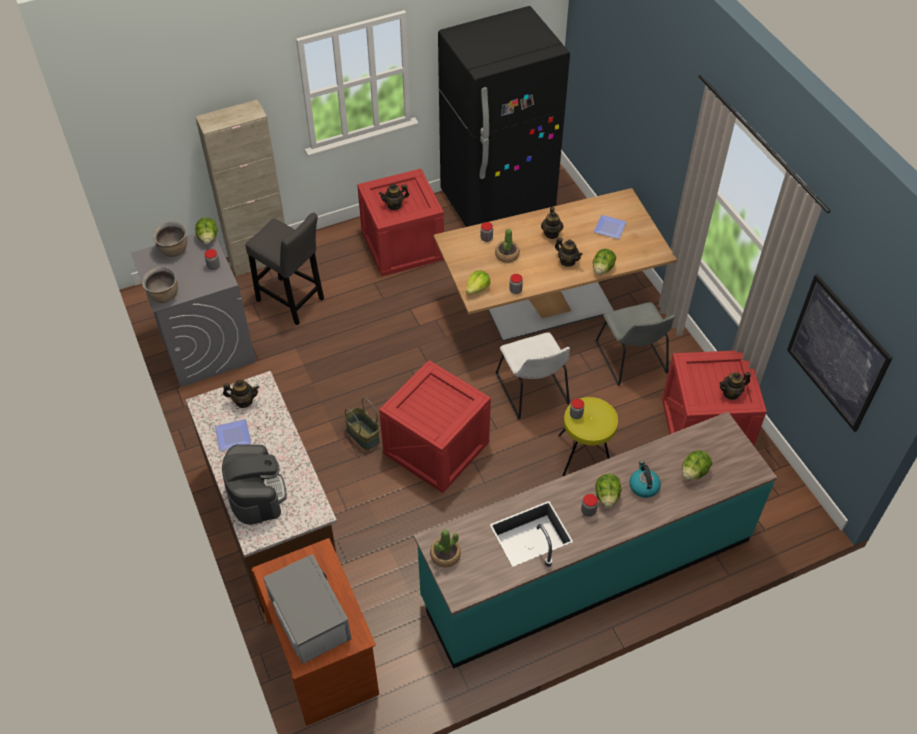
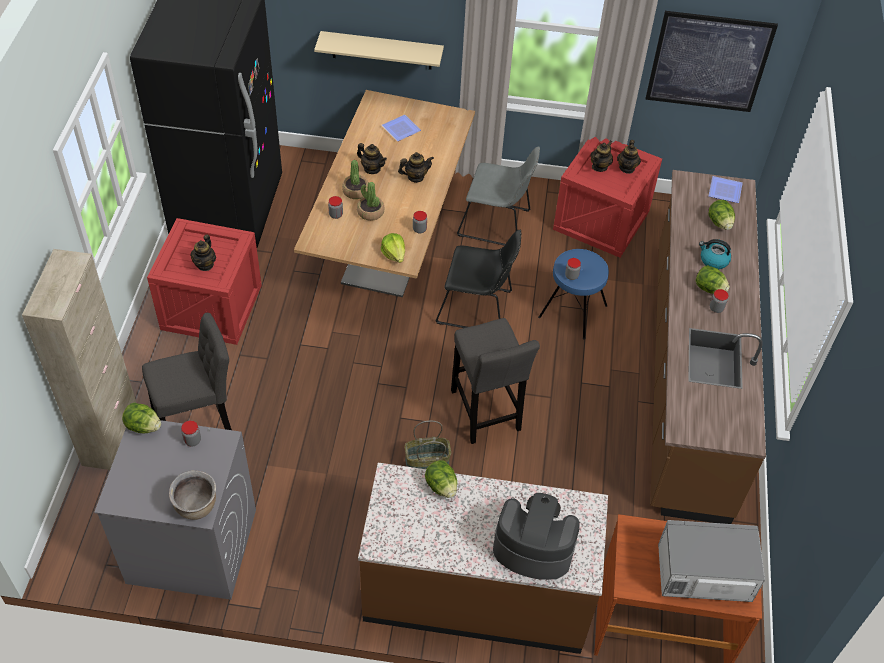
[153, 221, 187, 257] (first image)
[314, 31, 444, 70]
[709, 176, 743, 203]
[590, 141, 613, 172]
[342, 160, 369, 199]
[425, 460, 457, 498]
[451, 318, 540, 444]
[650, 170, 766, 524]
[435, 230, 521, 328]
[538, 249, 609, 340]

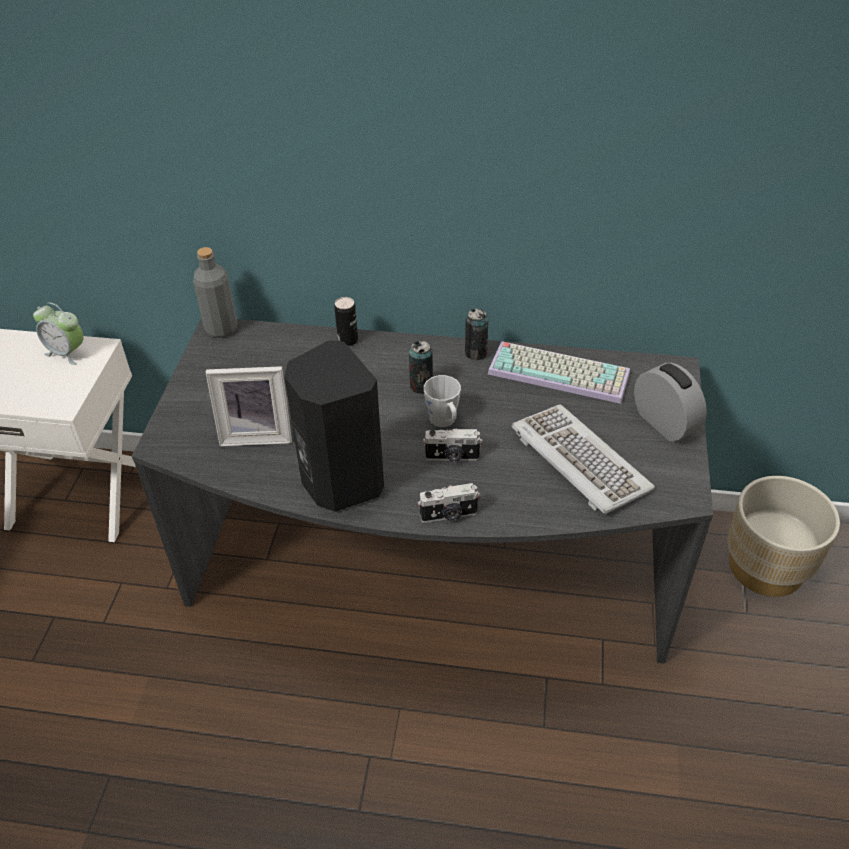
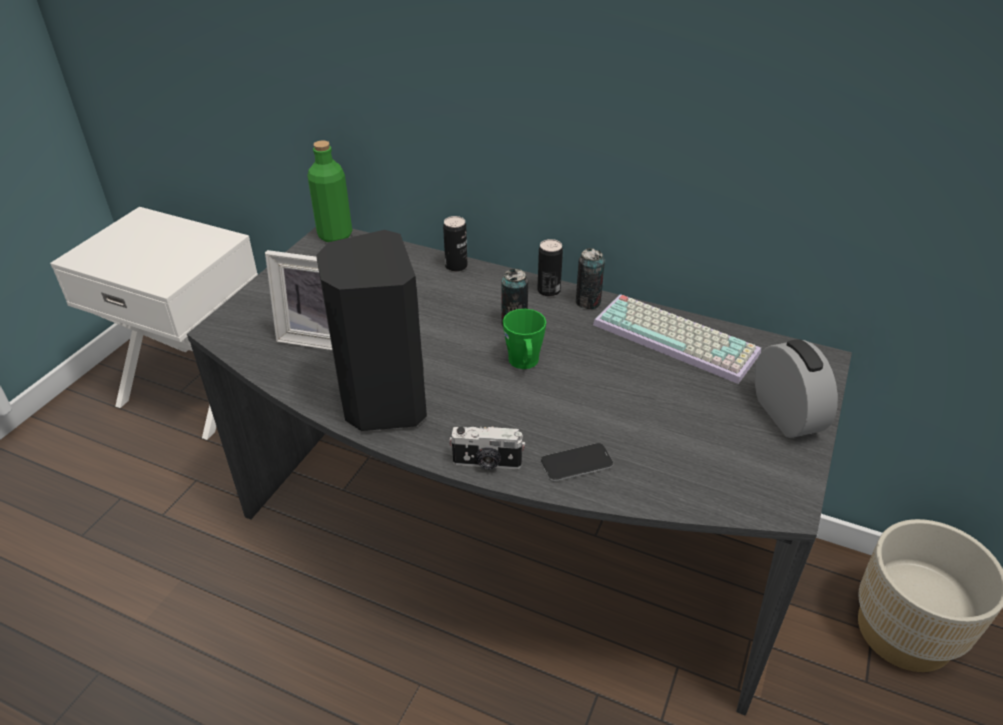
[33, 302, 84, 365] (first image)
[423, 429, 482, 462] (first image)
[512, 404, 655, 514] (first image)
[537, 239, 563, 297]
[541, 443, 614, 481]
[307, 140, 352, 242]
[503, 309, 546, 369]

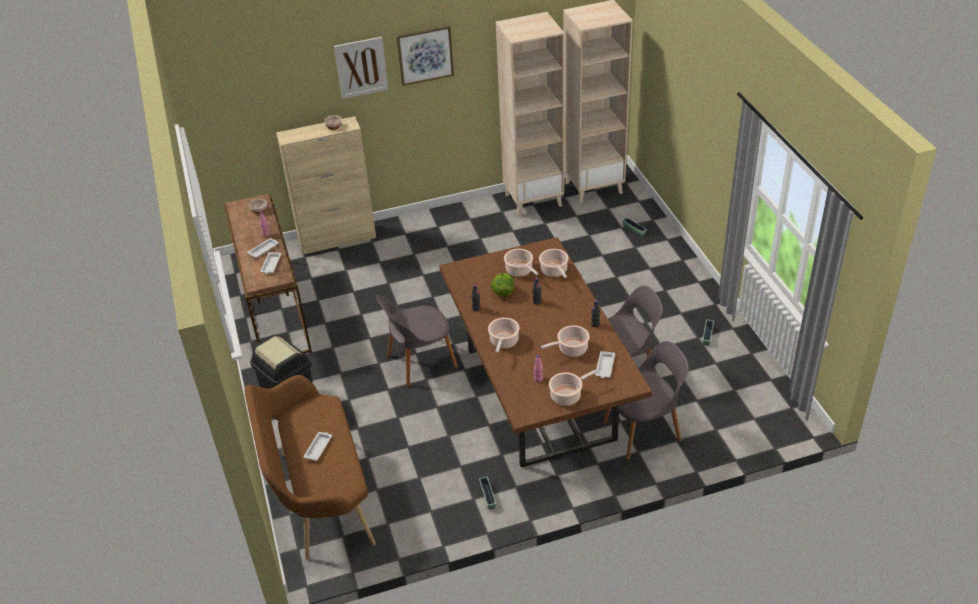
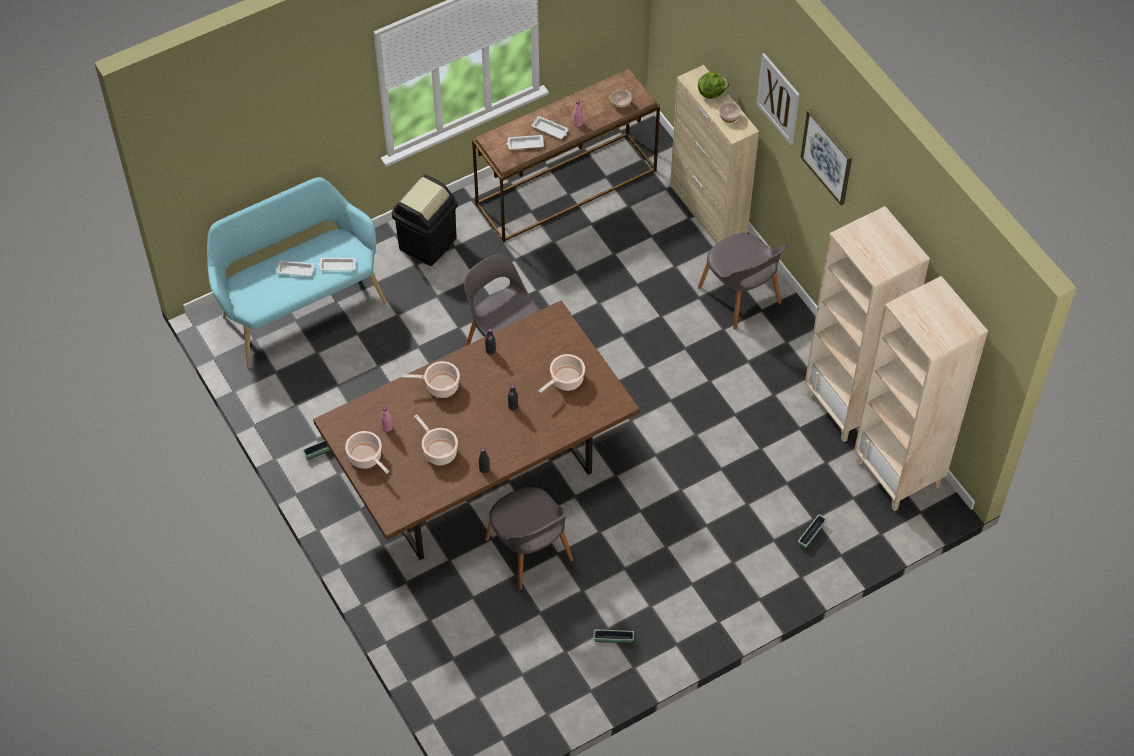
[539, 249, 569, 278] (first image)
[698, 72, 729, 99]
[318, 258, 356, 271]
[698, 233, 788, 329]
[207, 177, 387, 368]

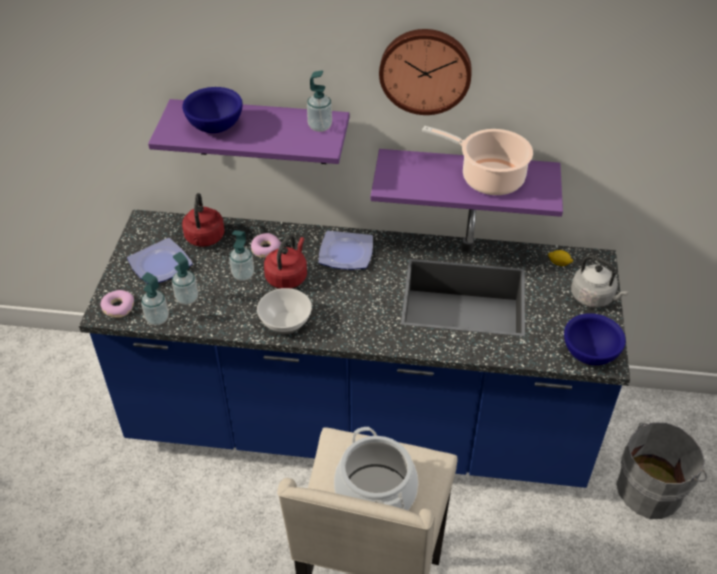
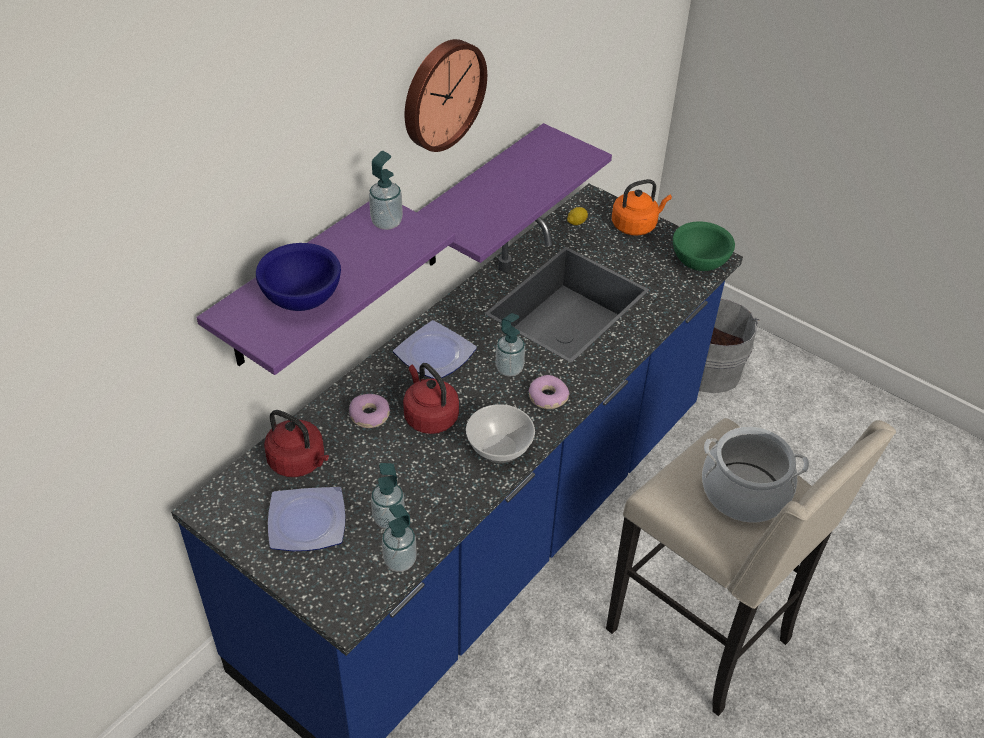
[422, 126, 533, 195] (first image)
[529, 375, 569, 409]
[496, 313, 525, 377]
[673, 221, 735, 271]
[612, 179, 672, 236]

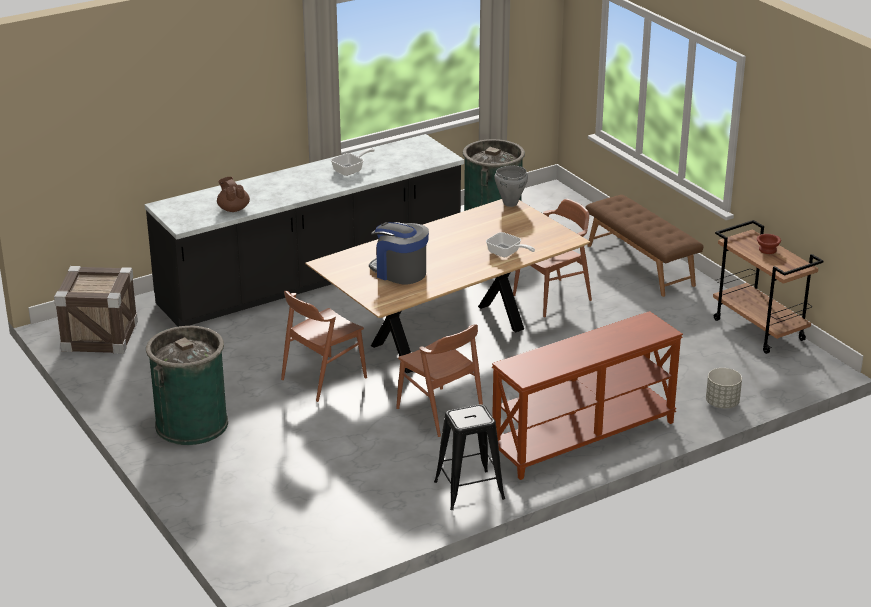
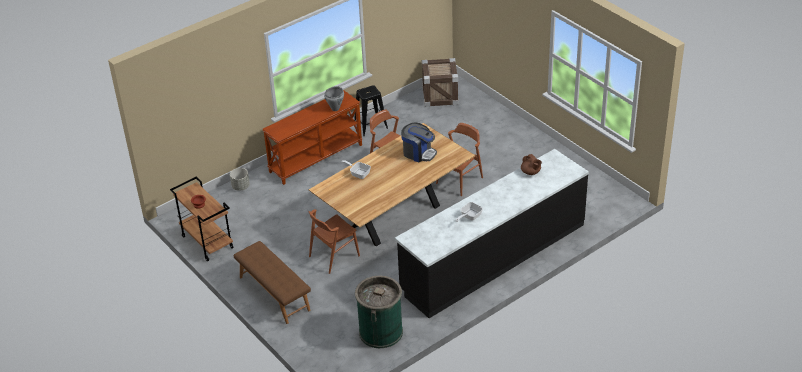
[146, 326, 228, 445] (first image)
[422, 58, 458, 107]
[324, 86, 344, 111]

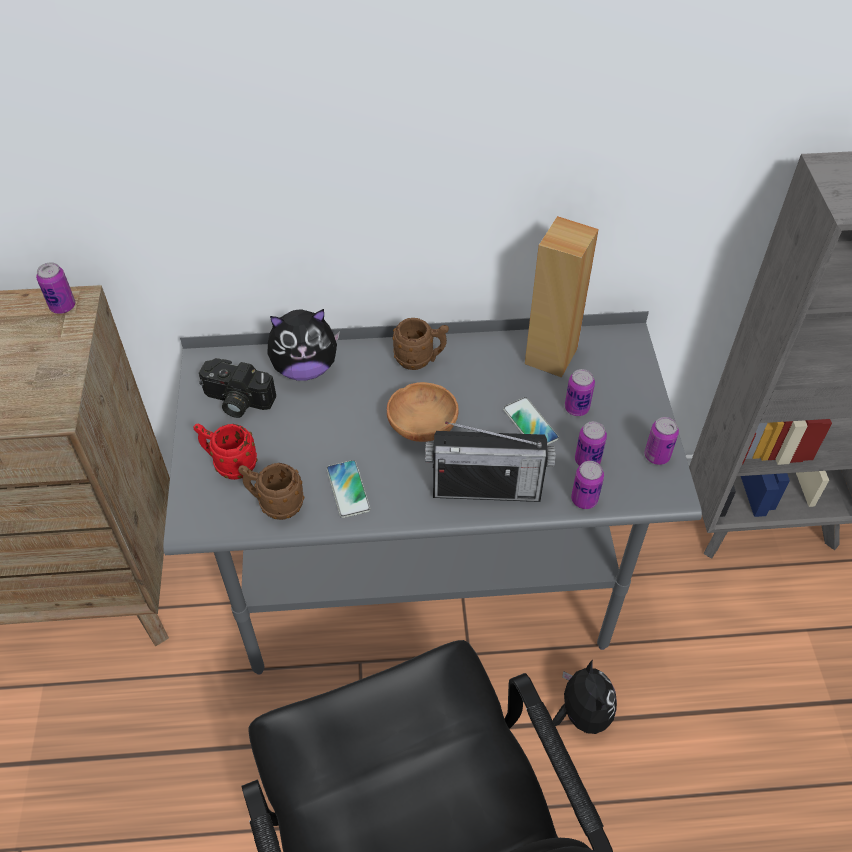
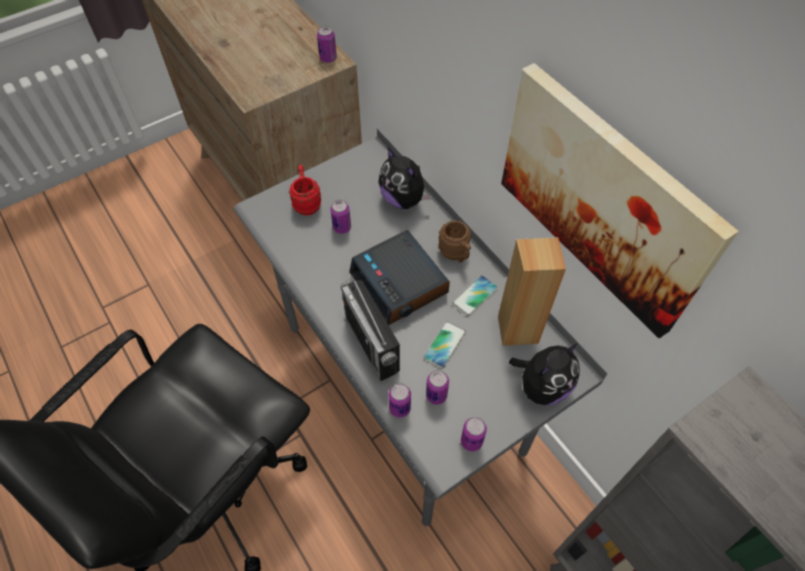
[199, 358, 276, 418] (first image)
[238, 463, 304, 520] (first image)
[501, 63, 739, 338]
[452, 275, 498, 316]
[509, 343, 580, 405]
[330, 200, 351, 234]
[349, 230, 450, 325]

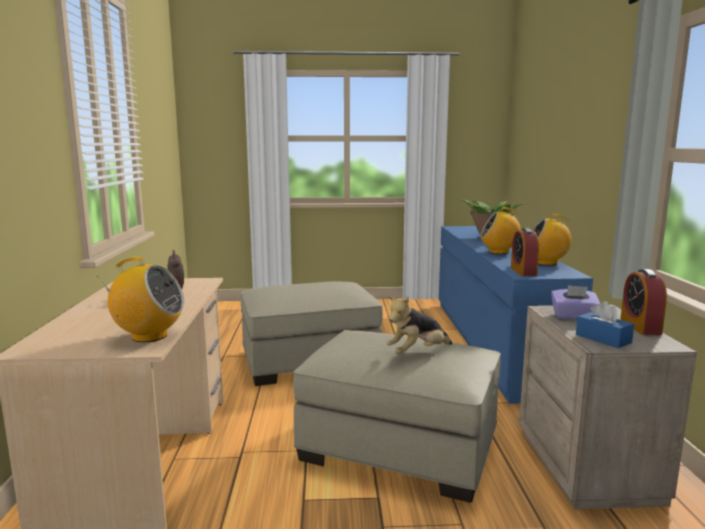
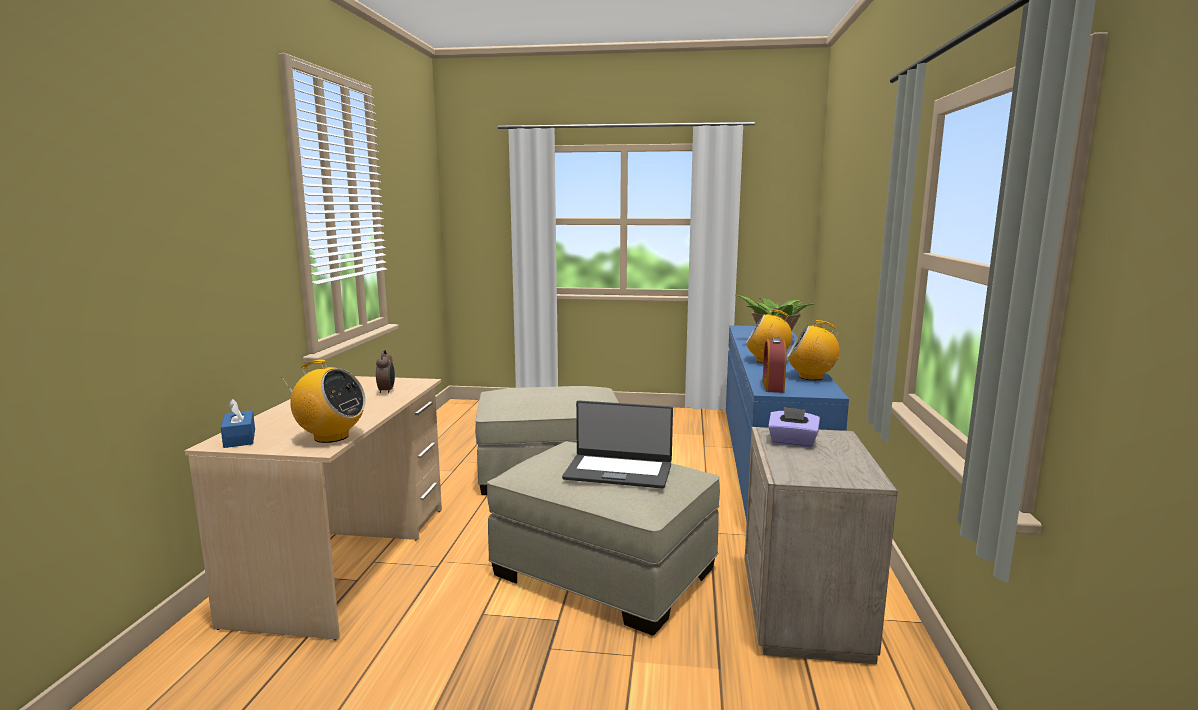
[620, 269, 667, 335] (first image)
[221, 399, 255, 448]
[562, 401, 673, 488]

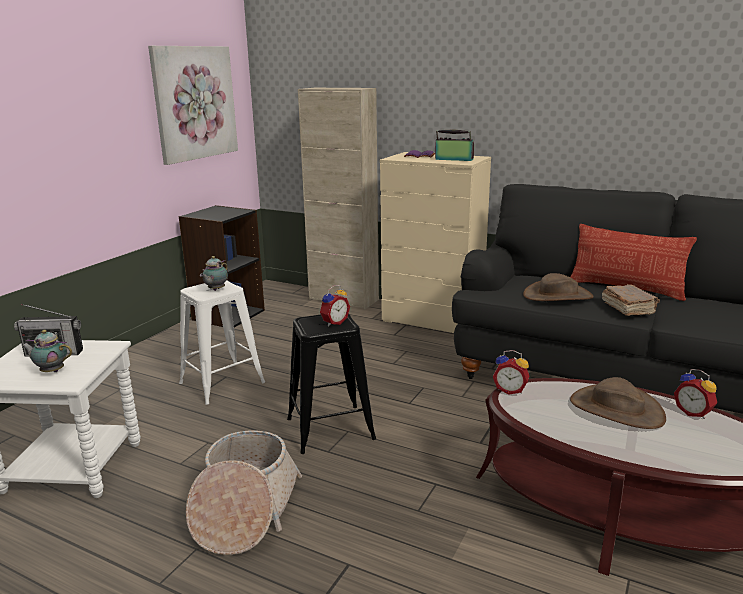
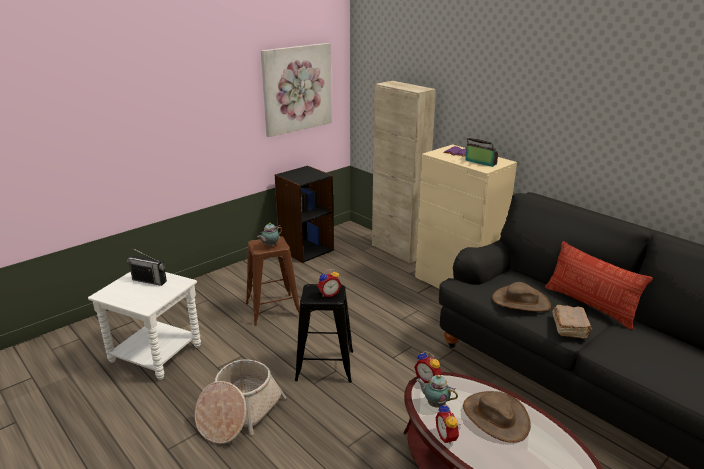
[417, 375, 458, 408]
[436, 403, 461, 445]
[246, 236, 300, 325]

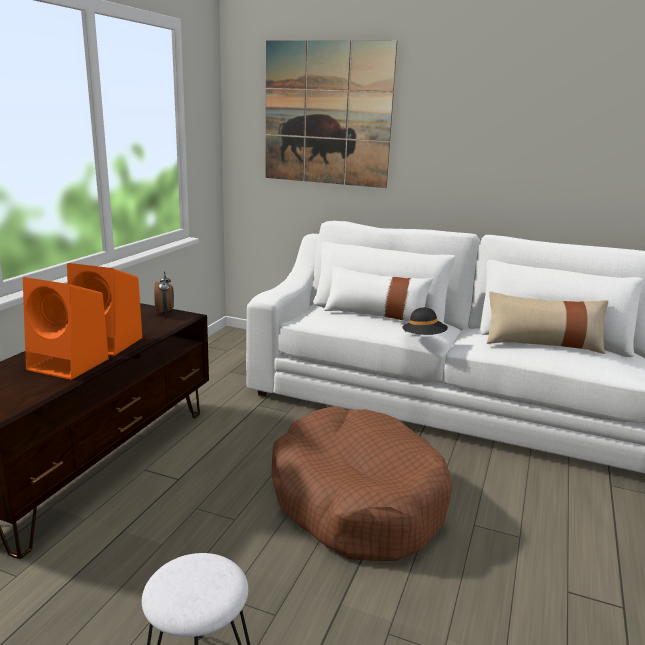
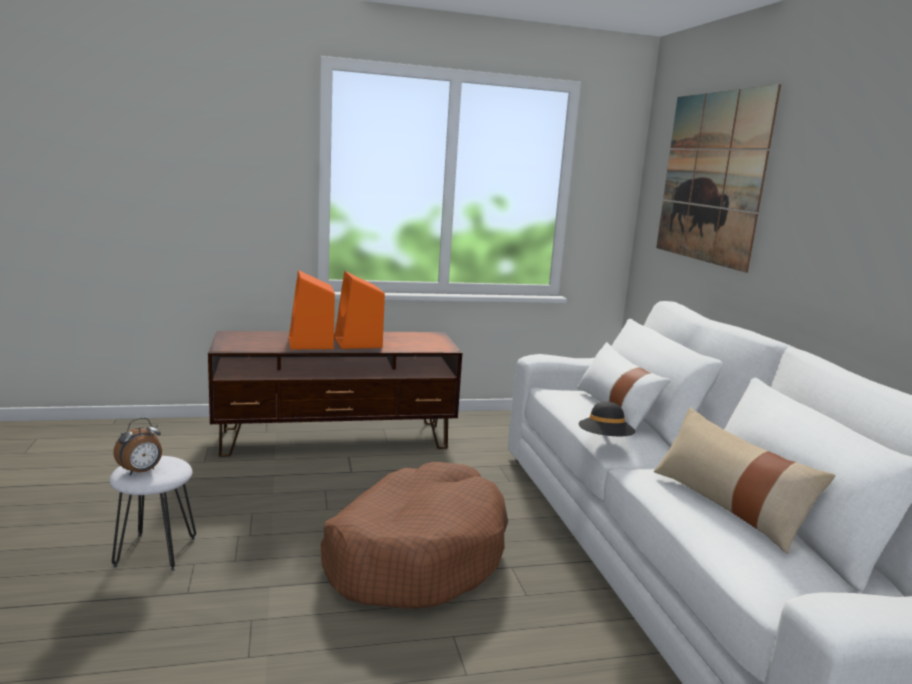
[113, 418, 162, 476]

